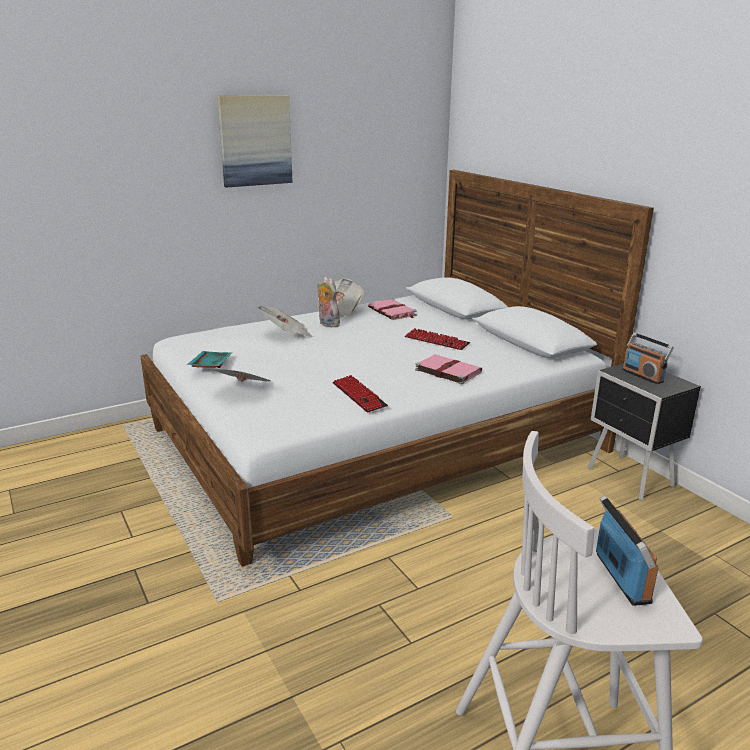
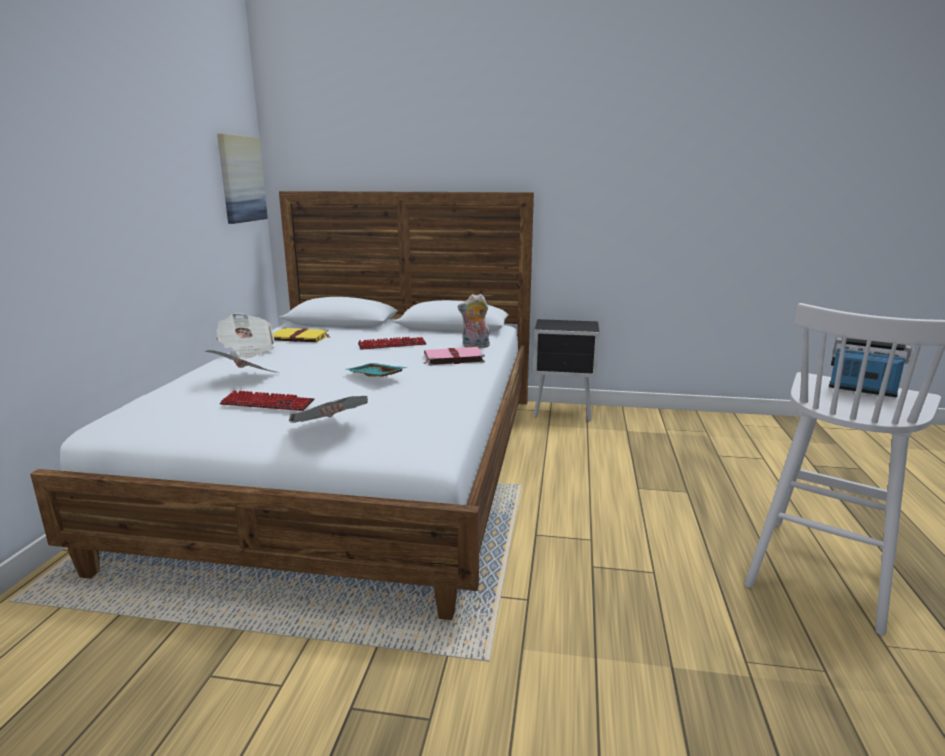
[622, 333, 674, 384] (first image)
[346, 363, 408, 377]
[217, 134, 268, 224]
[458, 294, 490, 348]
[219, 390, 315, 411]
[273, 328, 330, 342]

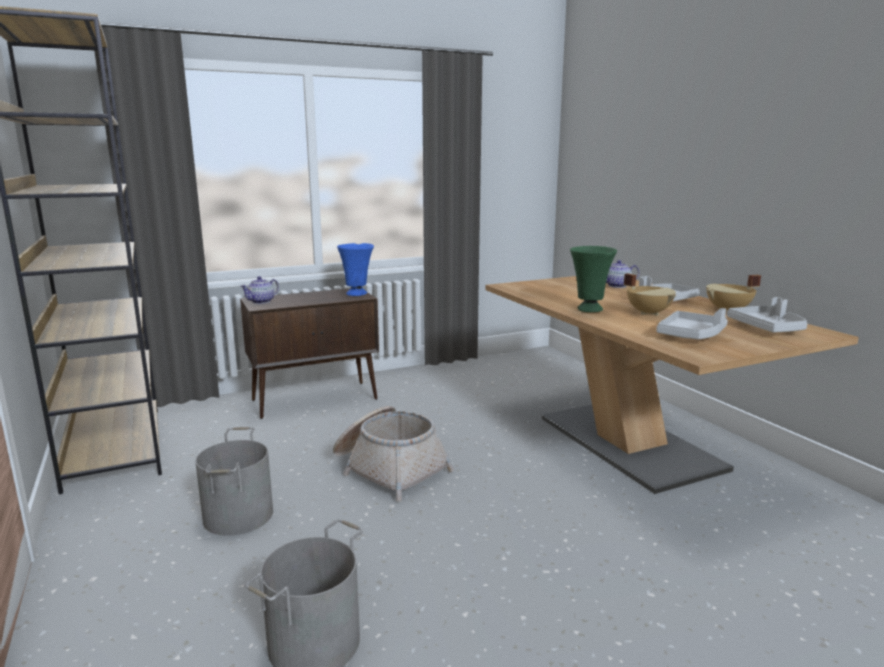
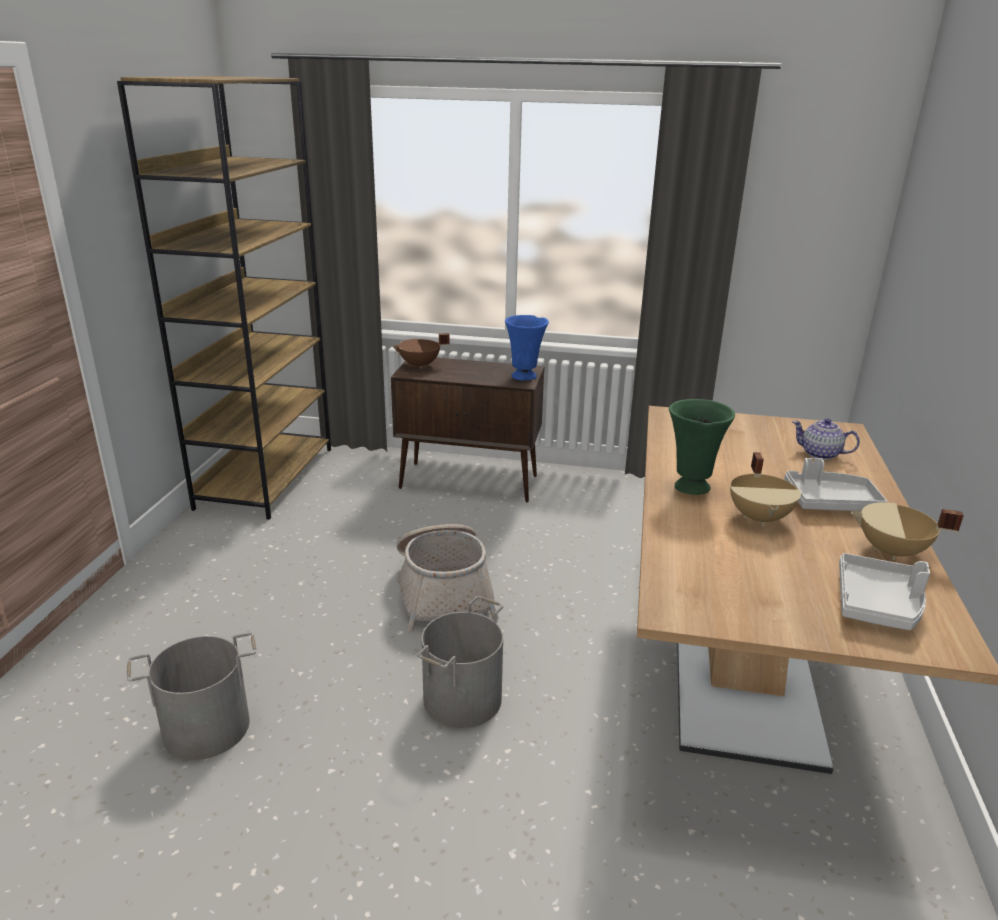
[656, 308, 728, 340] (first image)
[417, 596, 503, 728]
[392, 333, 450, 369]

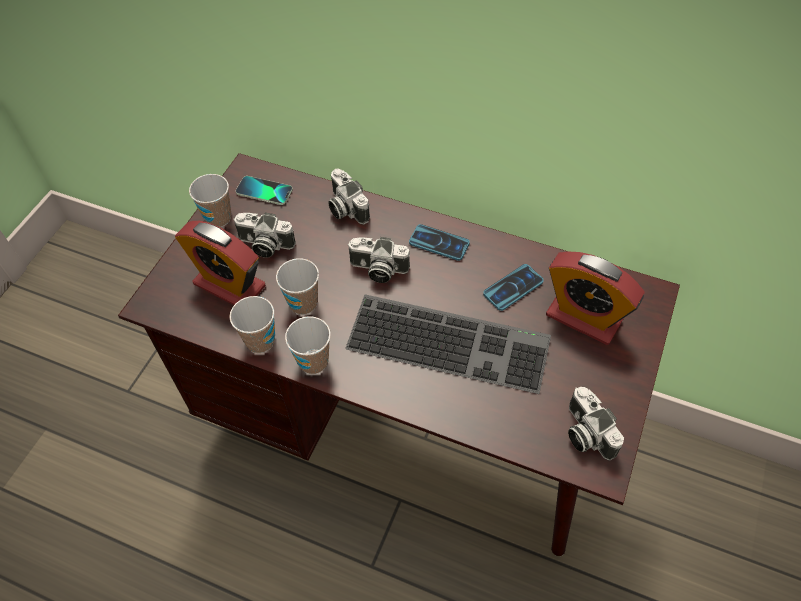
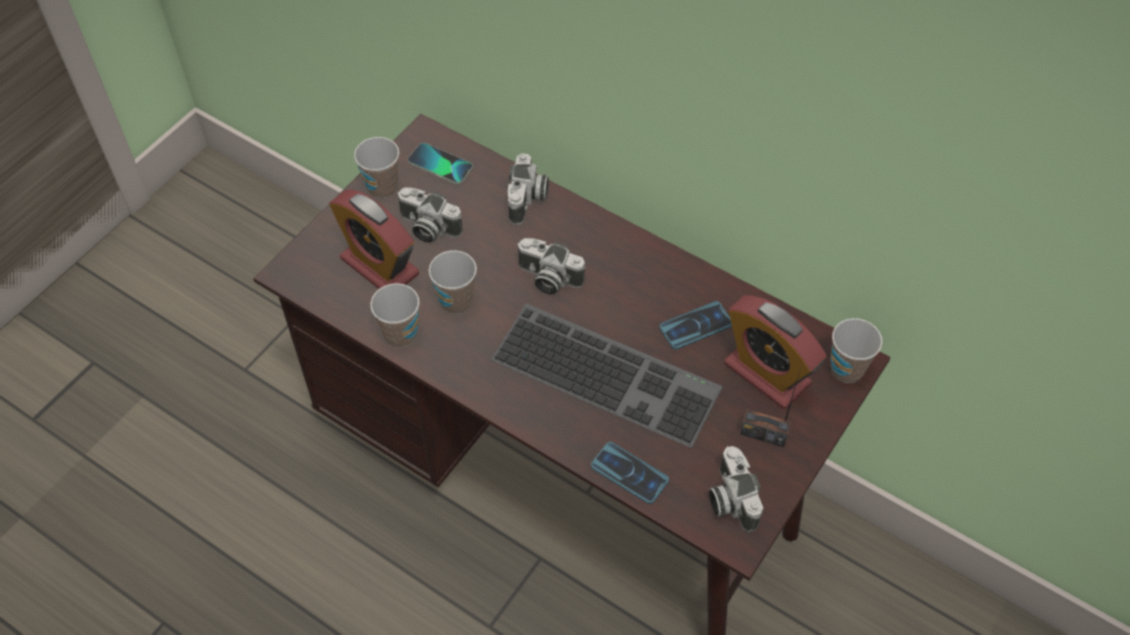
[740, 368, 801, 447]
[830, 318, 882, 383]
[591, 442, 669, 504]
[508, 153, 549, 225]

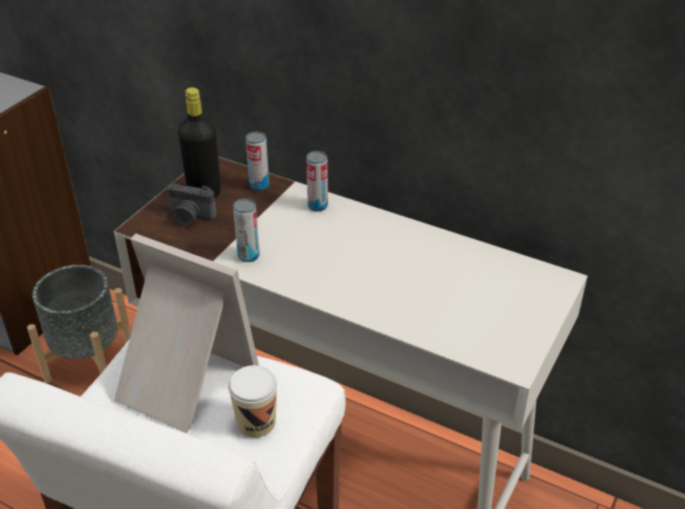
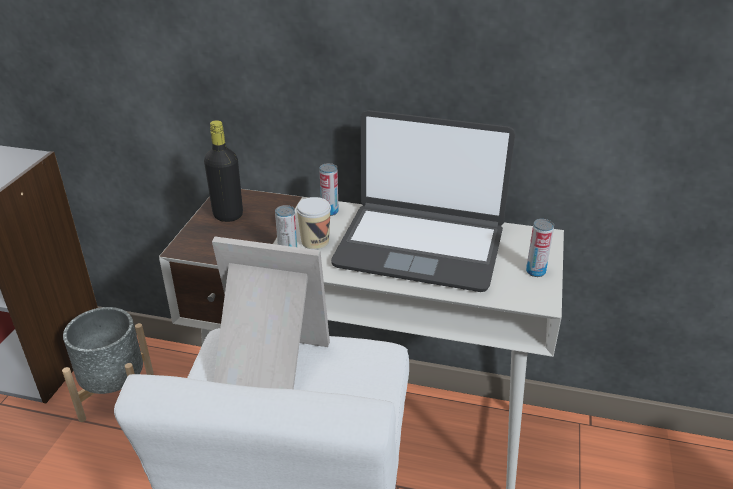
[167, 183, 217, 226] (first image)
[331, 110, 515, 292]
[296, 197, 331, 250]
[526, 219, 554, 277]

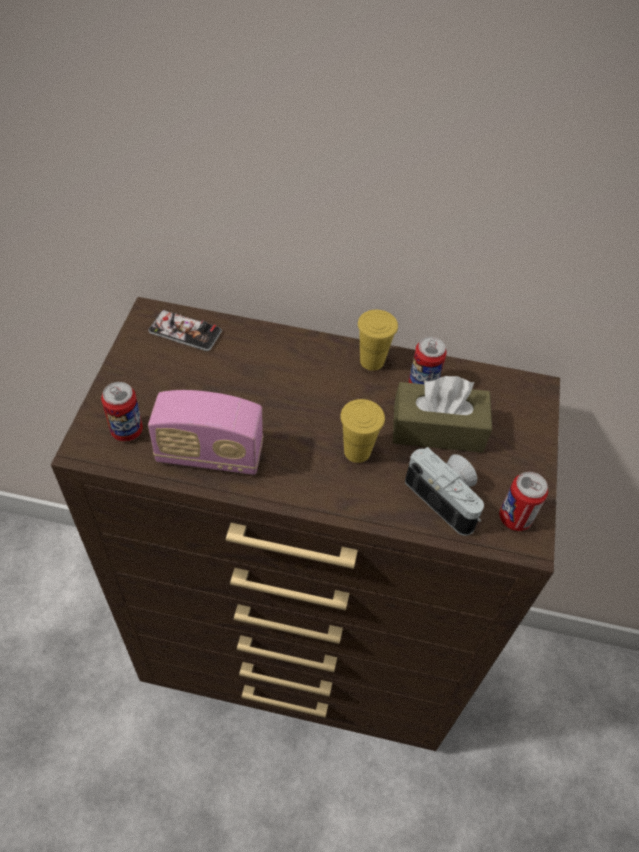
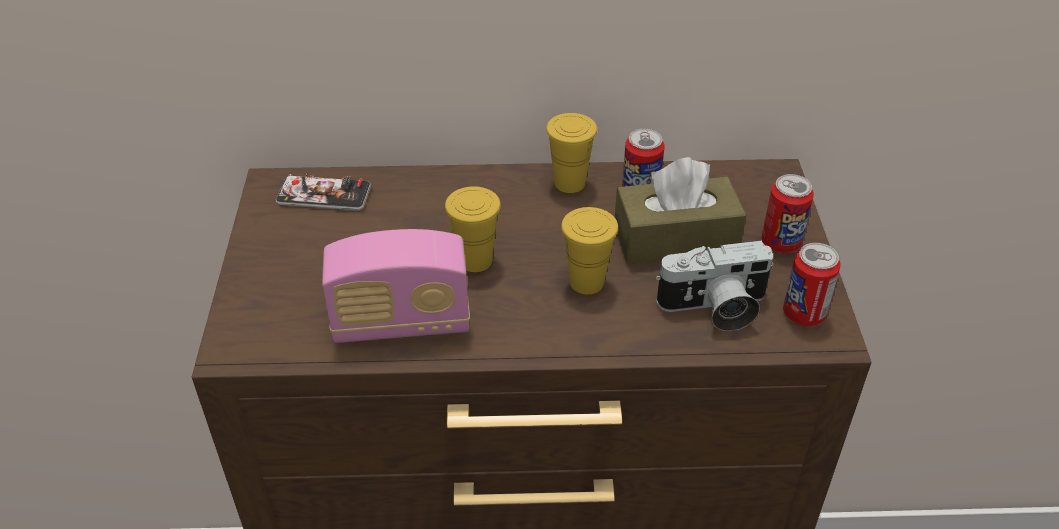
[445, 186, 501, 272]
[762, 174, 814, 253]
[656, 241, 774, 331]

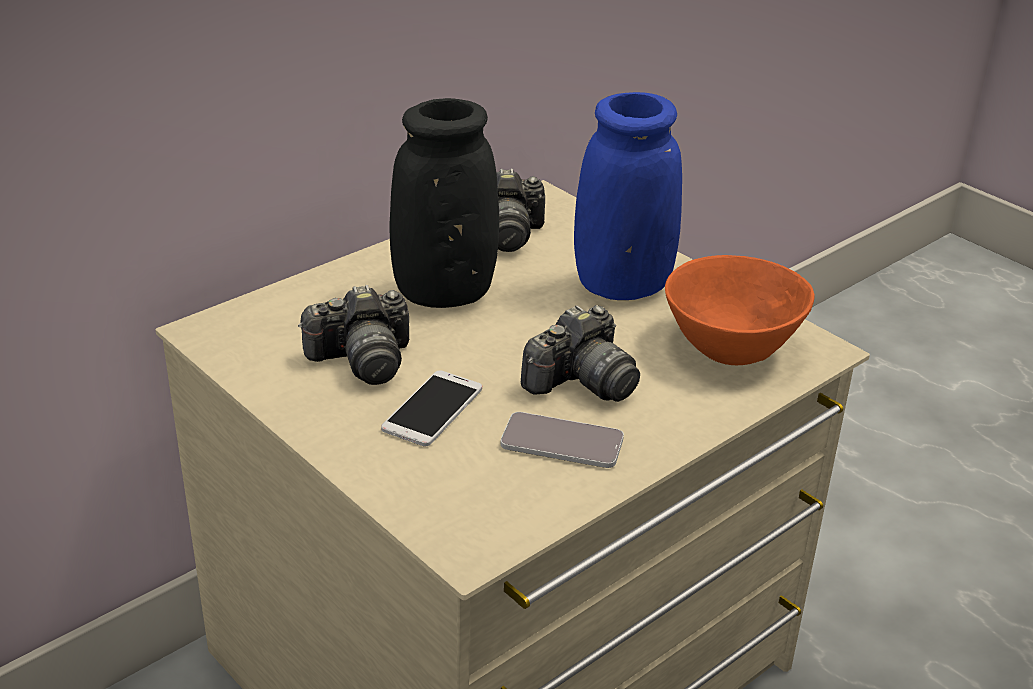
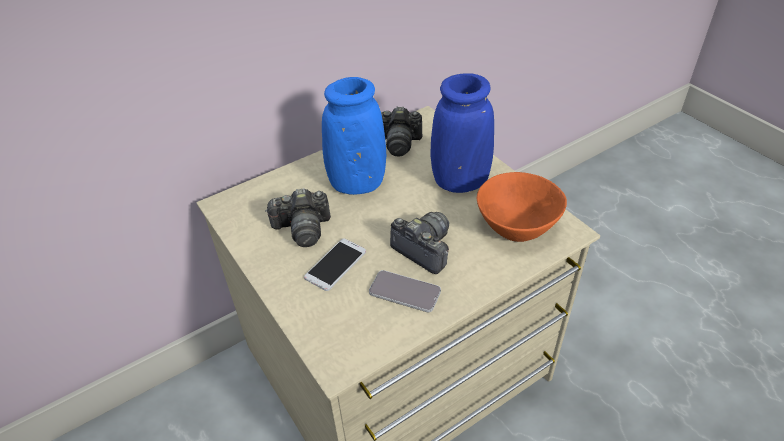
[322, 77, 386, 195]
[390, 212, 449, 274]

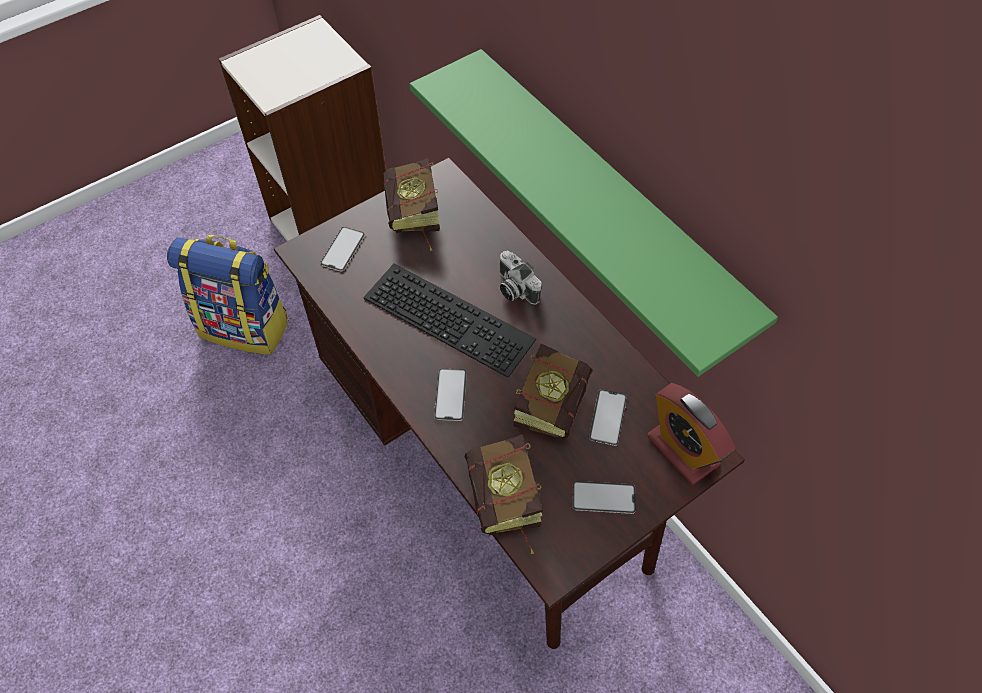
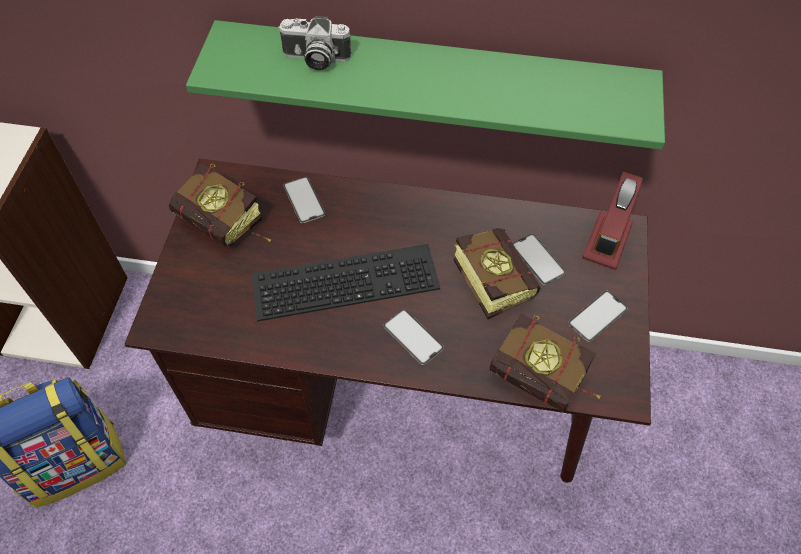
[283, 177, 325, 223]
[278, 16, 351, 71]
[582, 172, 643, 270]

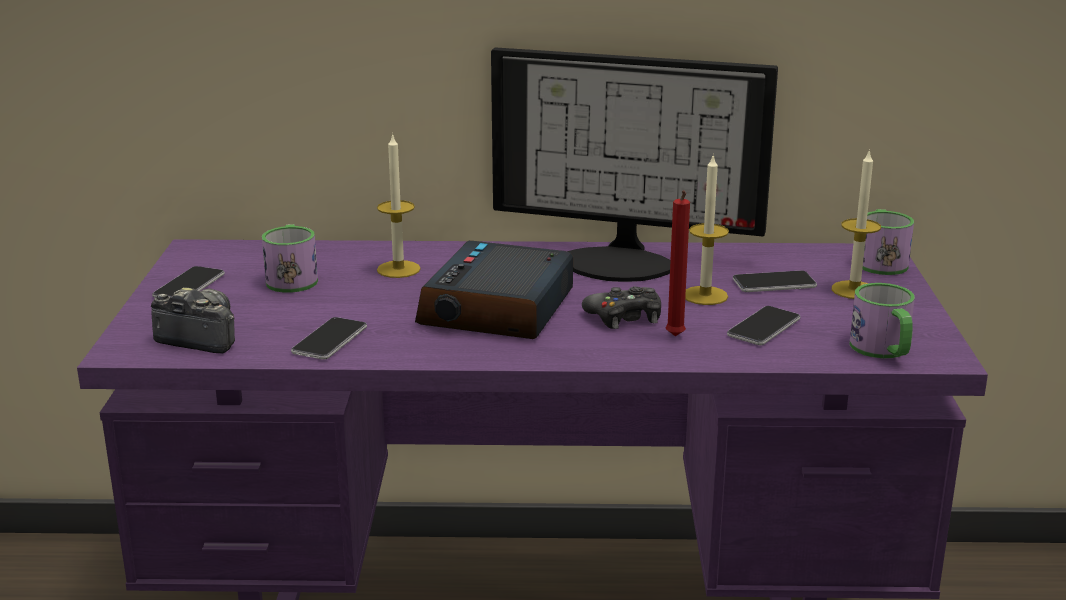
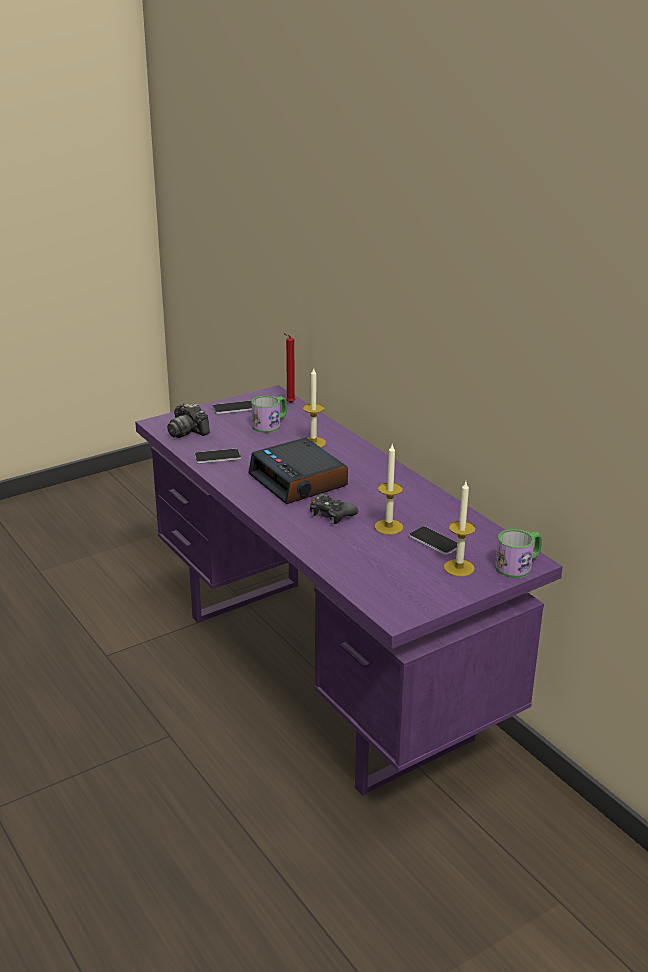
[491, 48, 778, 282] (first image)
[727, 306, 800, 345] (first image)
[849, 283, 915, 358] (first image)
[283, 333, 296, 403]
[167, 403, 210, 438]
[248, 438, 348, 504]

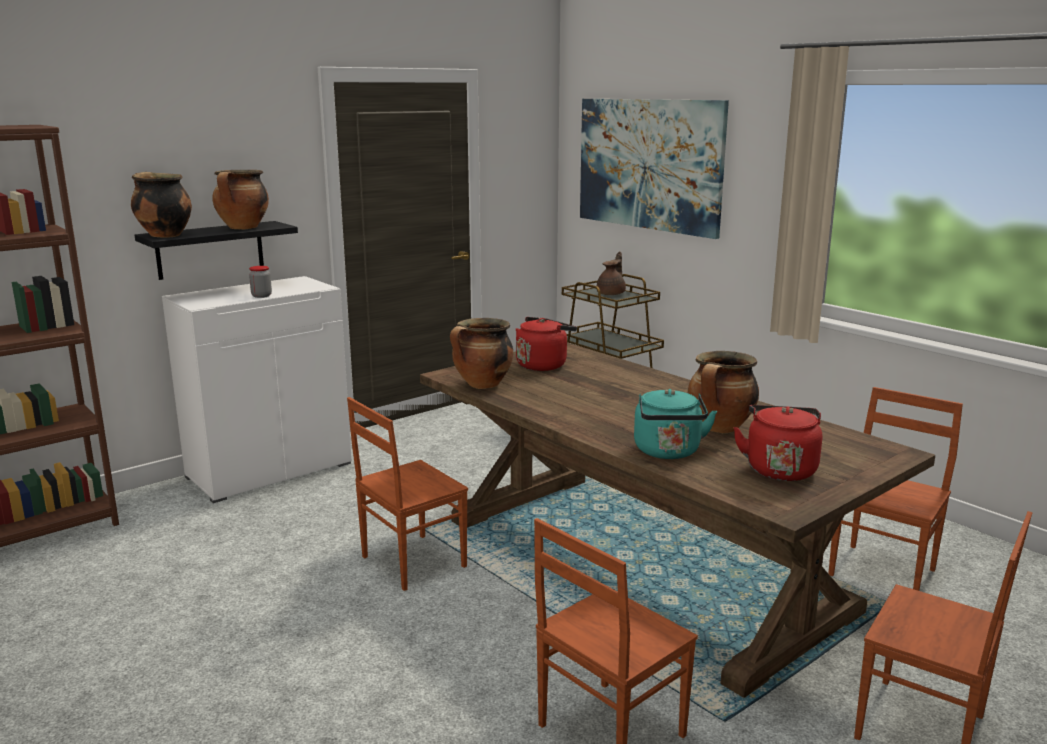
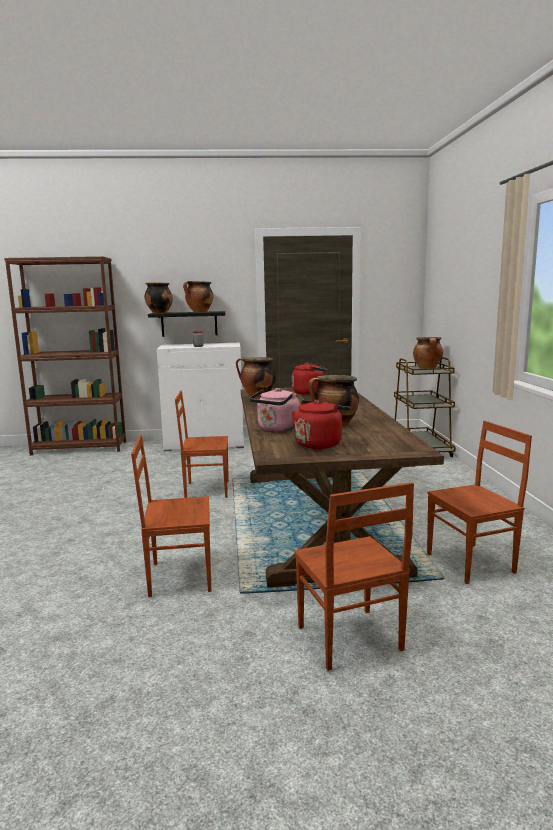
[580, 99, 729, 239] (first image)
[413, 337, 443, 369]
[249, 388, 300, 432]

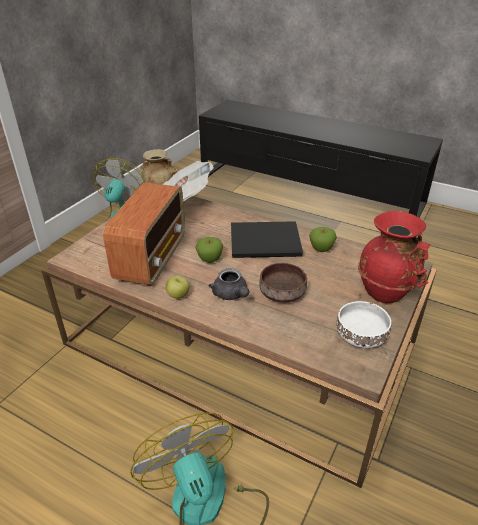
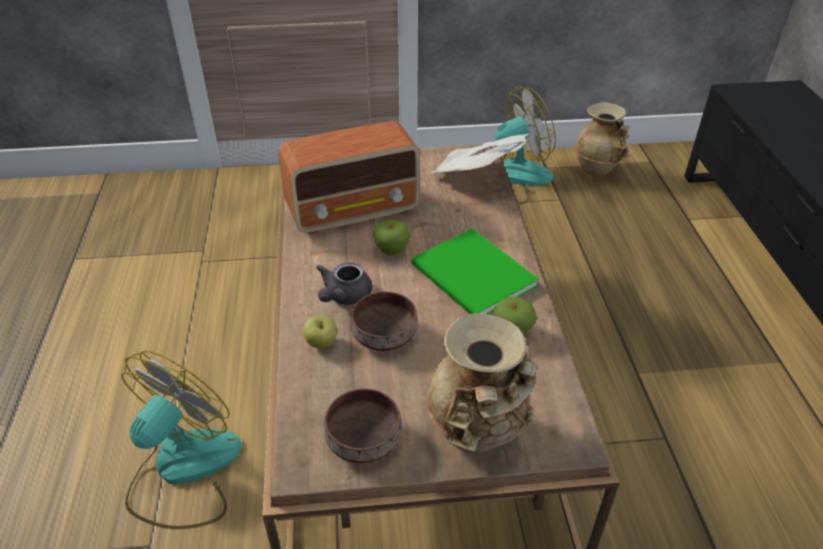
[303, 315, 337, 348]
[412, 229, 539, 314]
[324, 388, 402, 463]
[426, 313, 538, 453]

